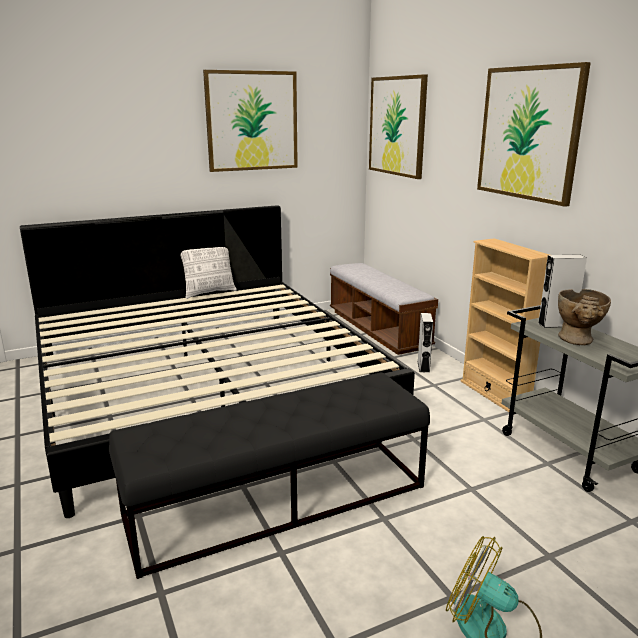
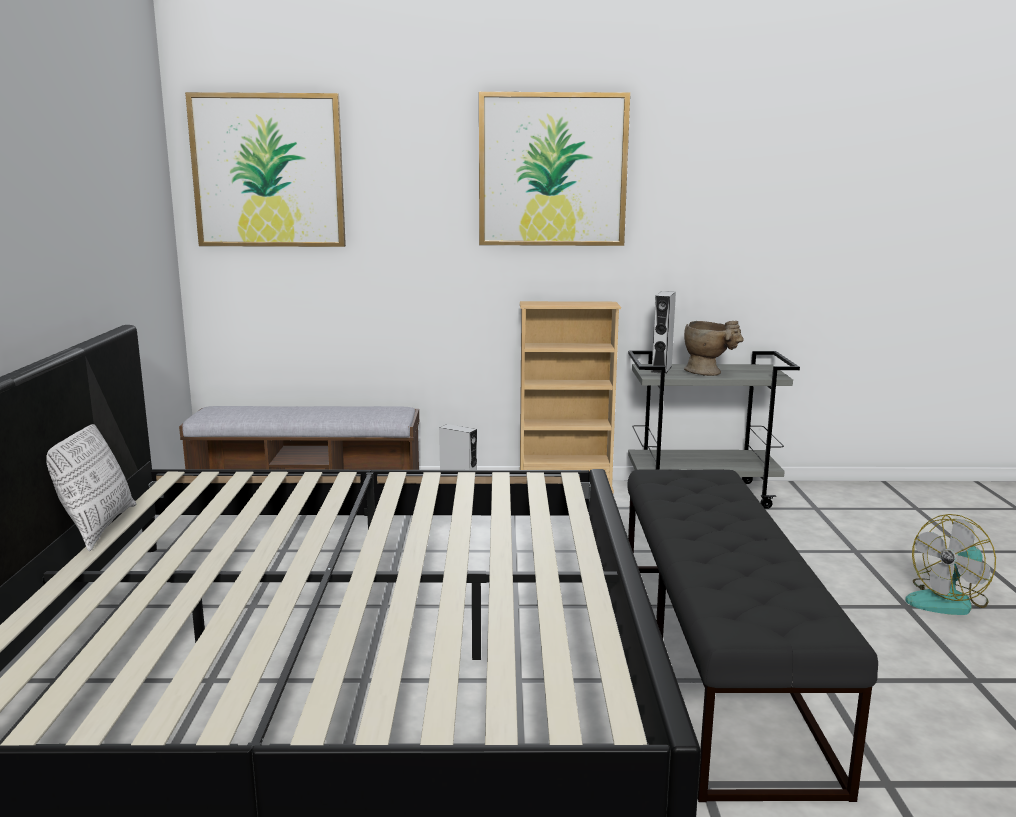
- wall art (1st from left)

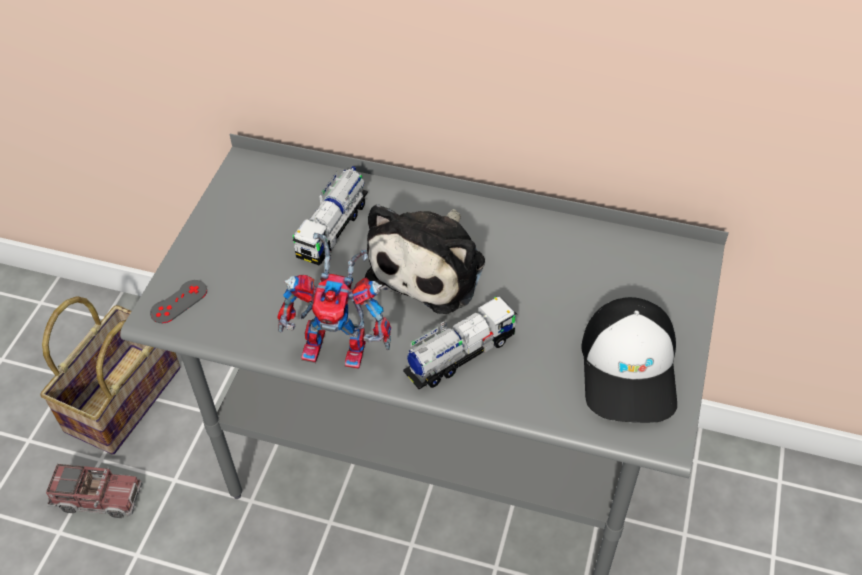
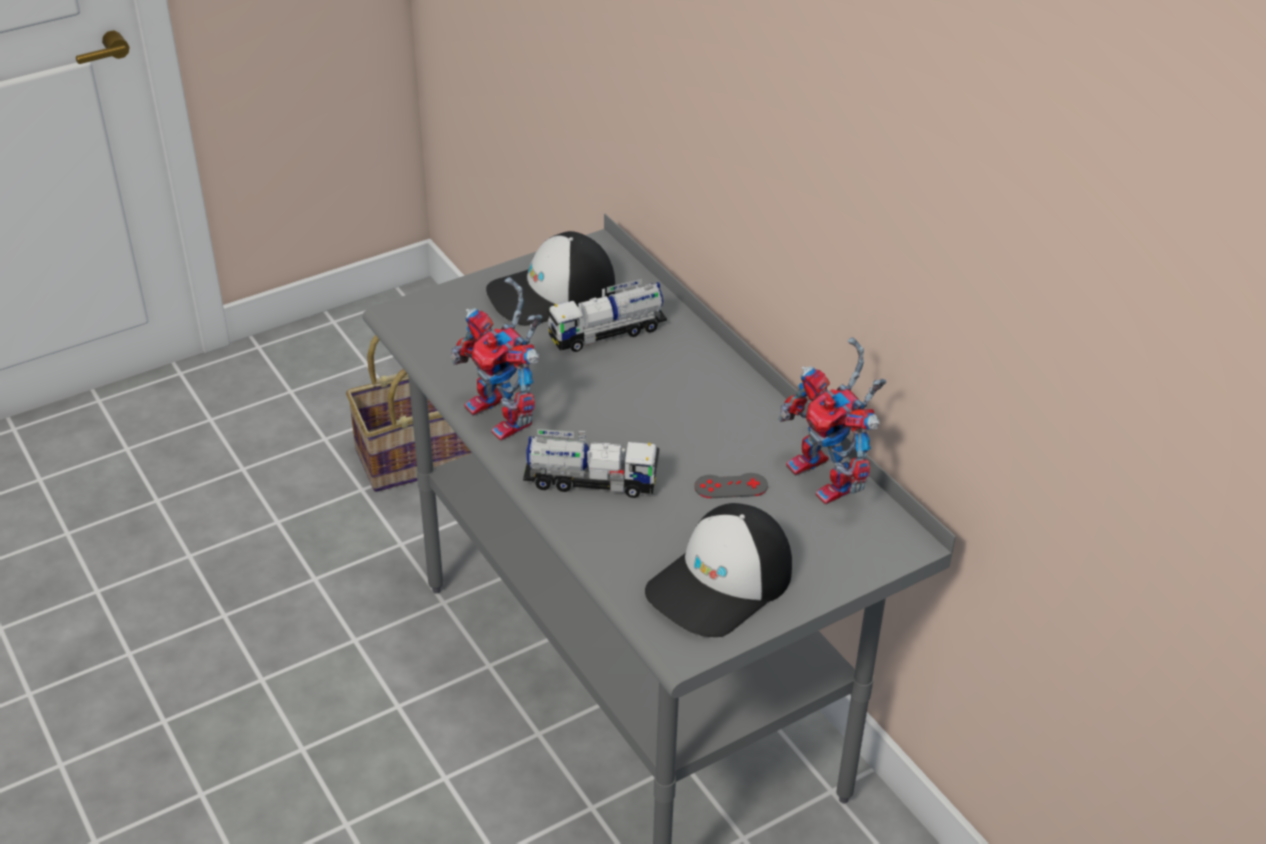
- toy truck (1st from left)
~ grey game controller
- plush toy
+ cap (1st from left)
+ robot figure (2nd from left)

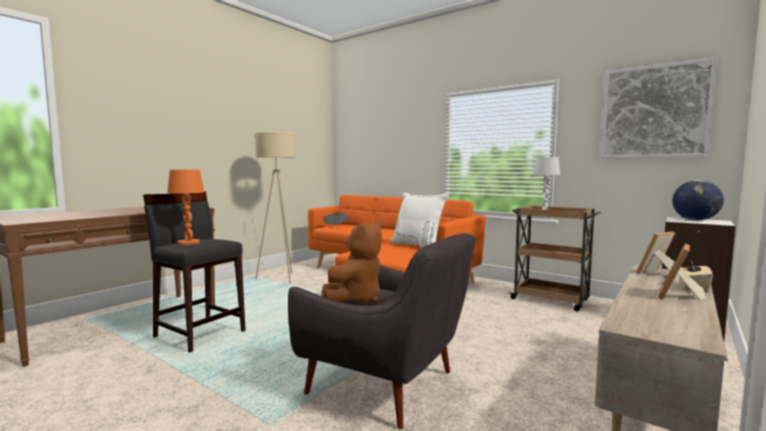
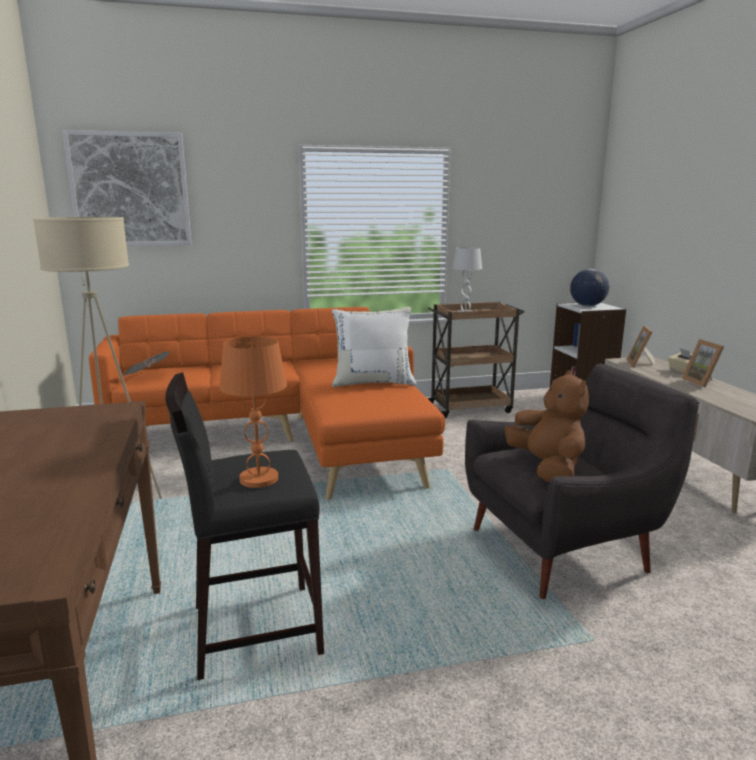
~ wall art

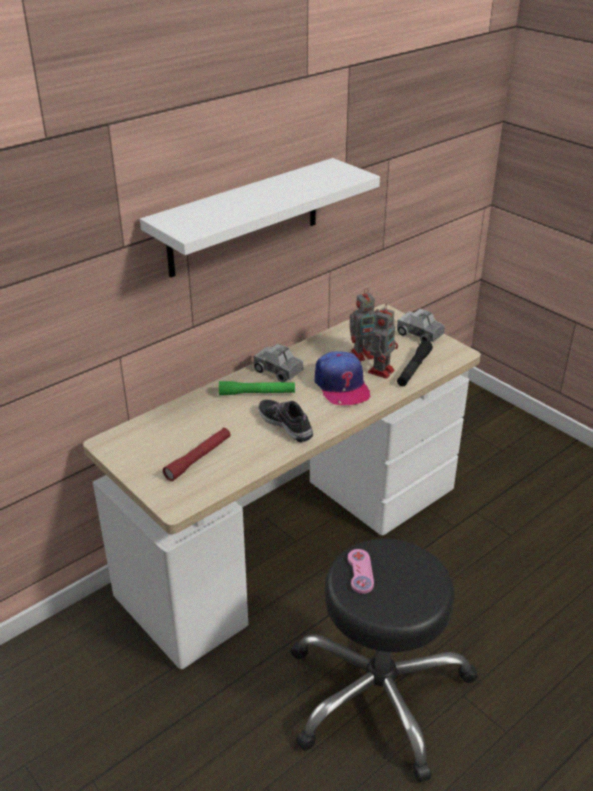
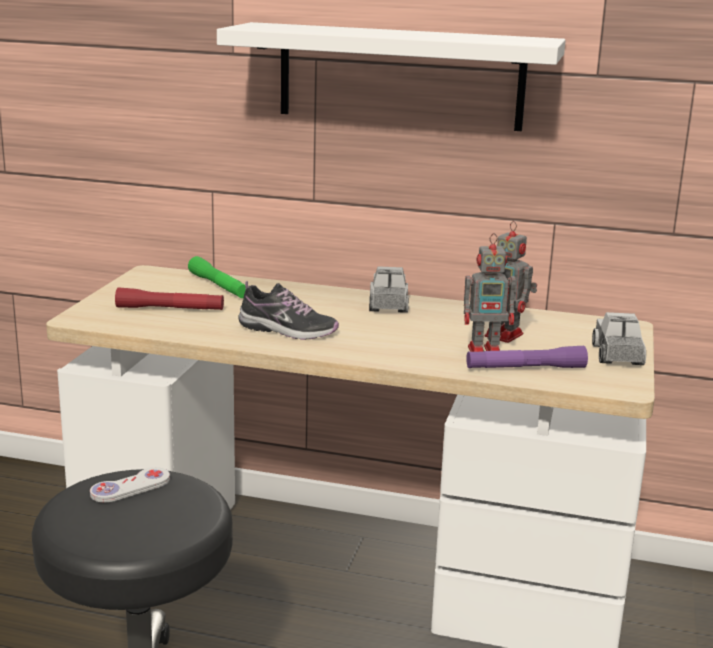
~ green-coloured flashlight
~ item of footwear 90 degrees clockwise
- cap
~ pinkish game controller to white-coloured game controller
~ black-coloured flashlight to purplish flashlight

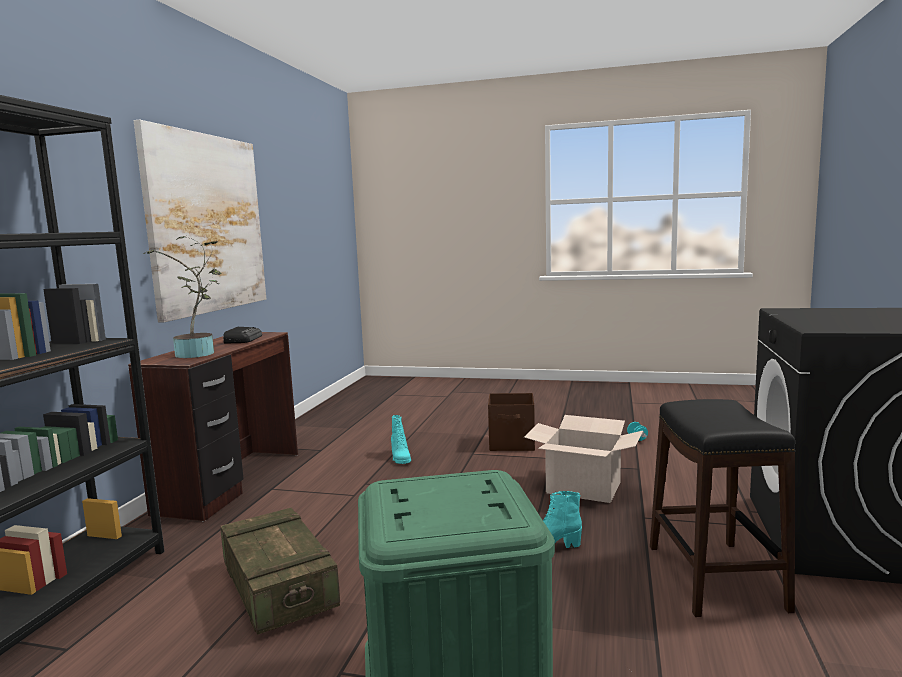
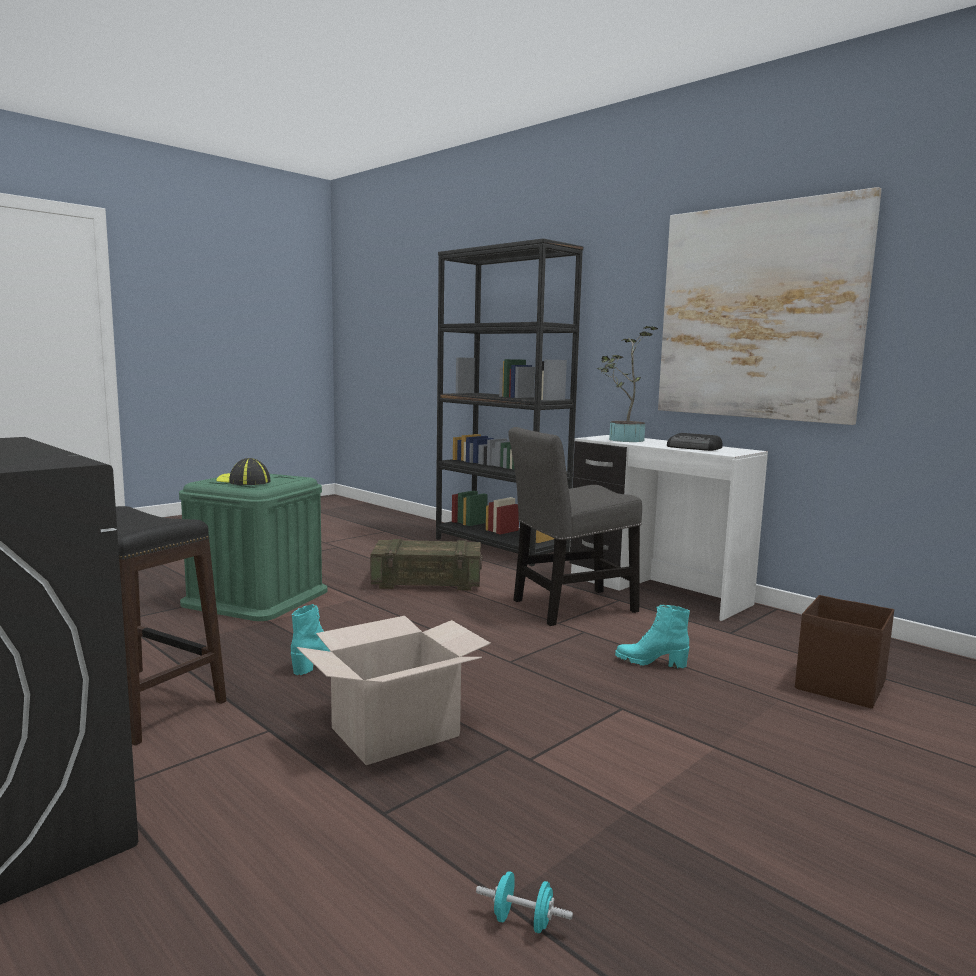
~ brownish desk table to white-coloured desk table
~ brownish storage bin
+ cap
+ grey chair

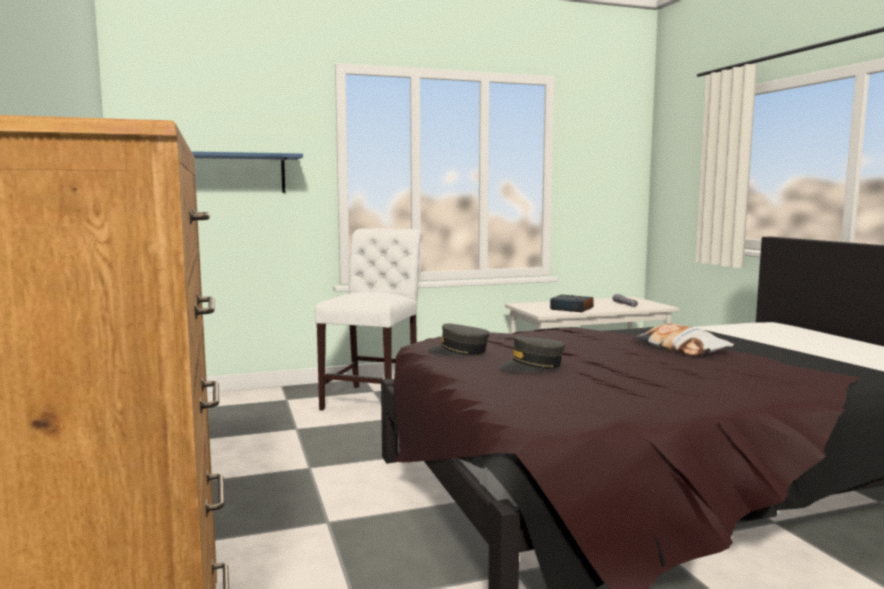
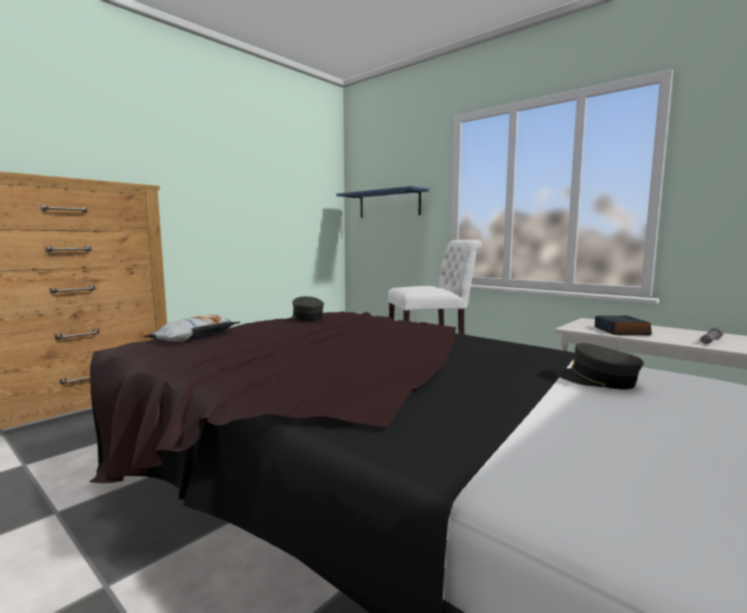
~ grey cap (2nd from left)
~ cushion

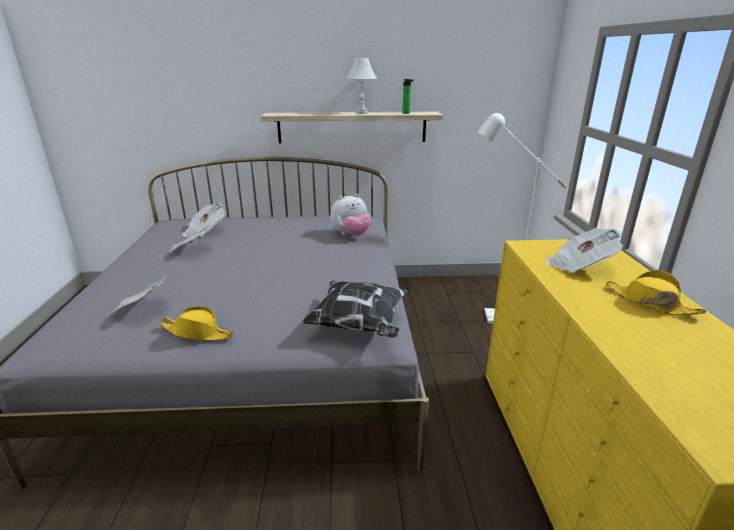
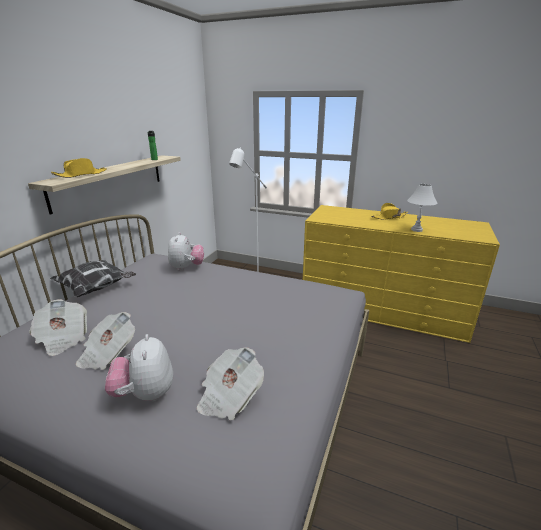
~ yellowish hat (1st from left)
~ cushion
~ white-coloured lamp for a table
- newspaper (4th from left)
+ plush toy (1st from left)

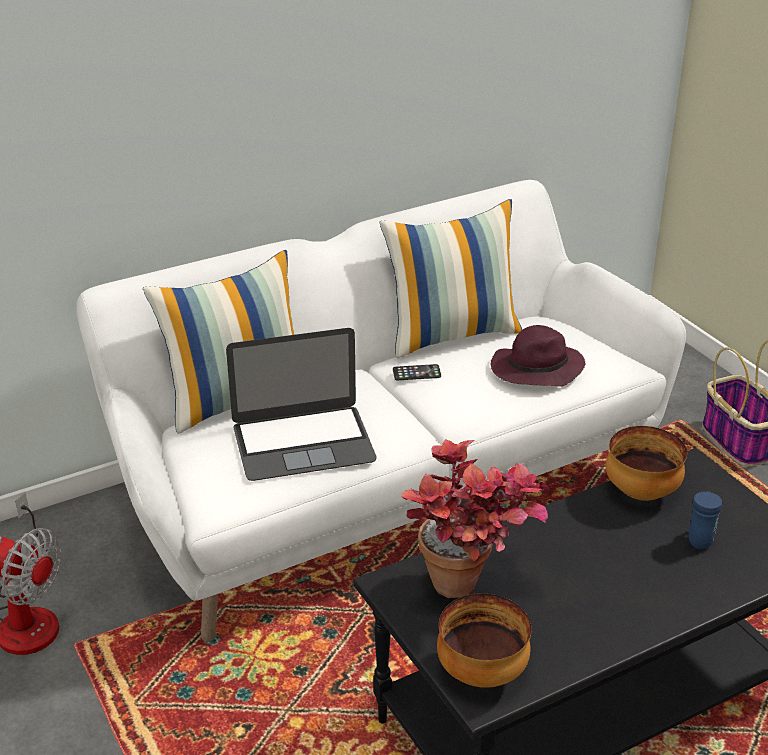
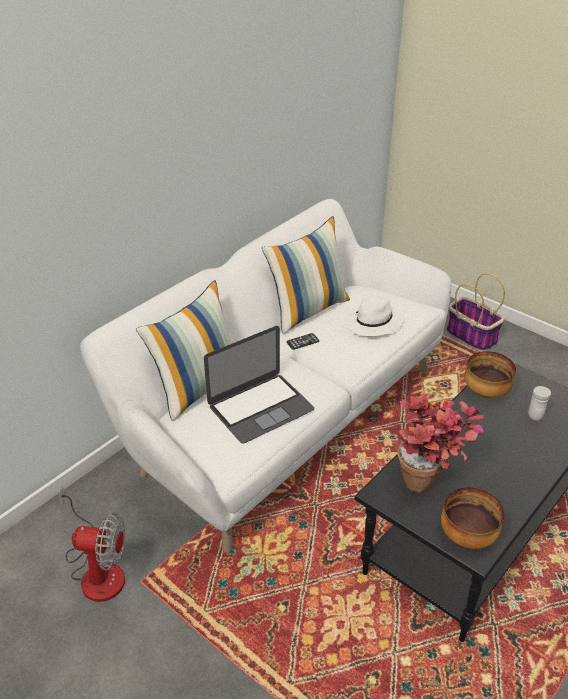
~ purplish hat to white-coloured hat
~ blue-coloured tea mug to white-coloured tea mug

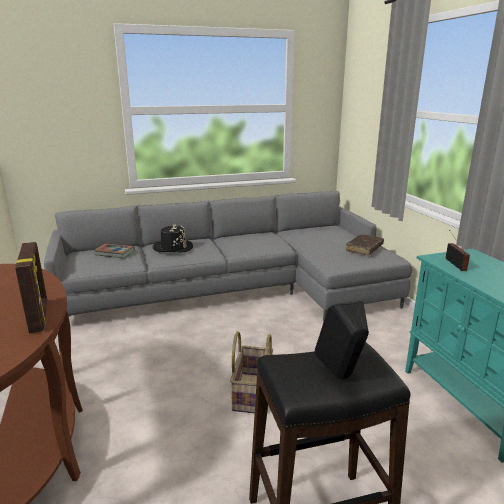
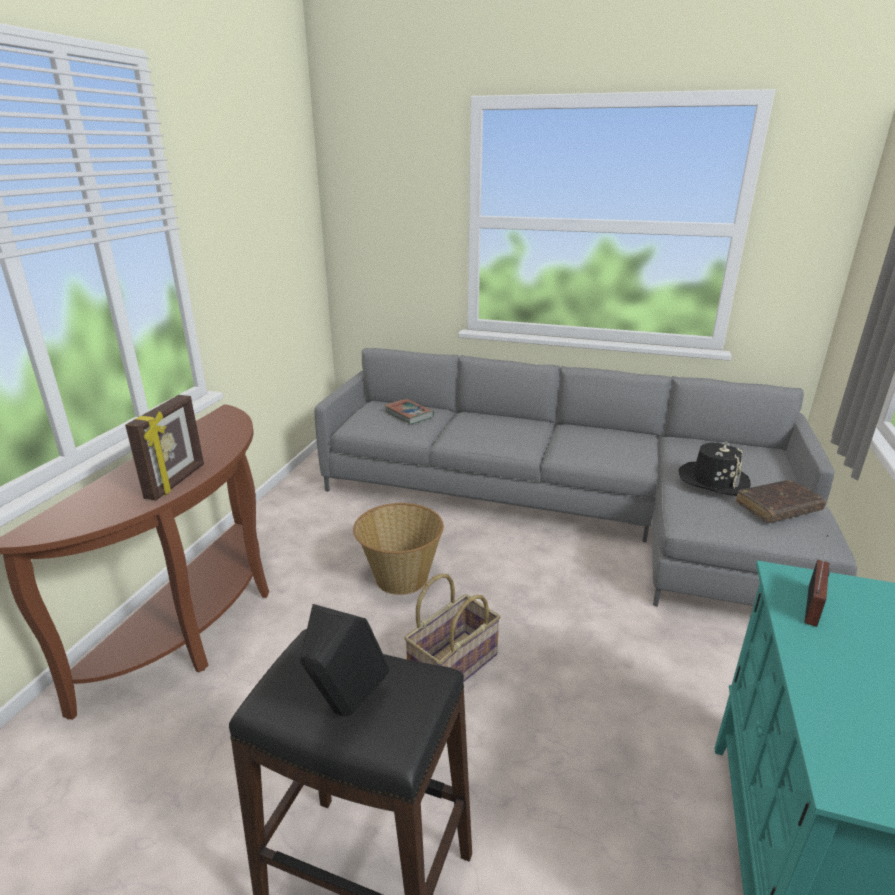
~ black-coloured hat
+ storage basket (1st from left)

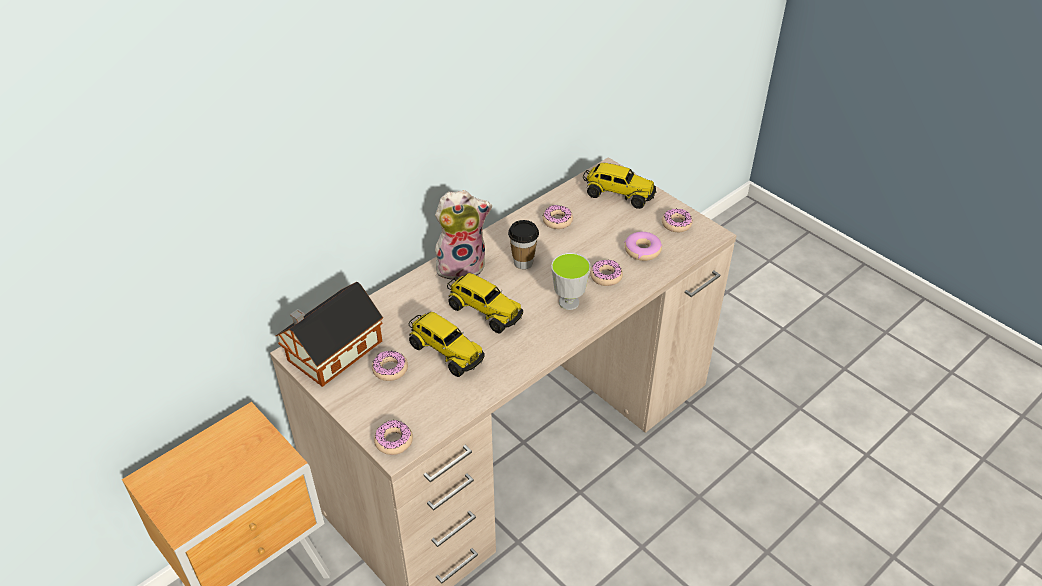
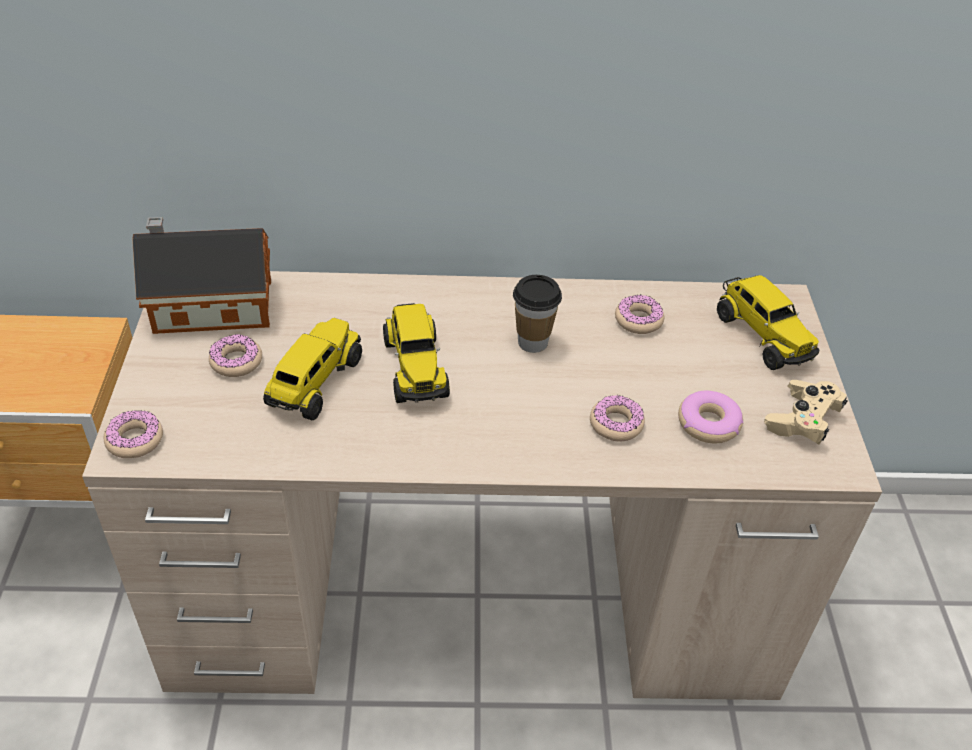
~ toy truck (1st from left) 150 degrees counterclockwise
- plush toy
- cup (2nd from left)
~ doughnut (6th from left) to sand-coloured game controller

